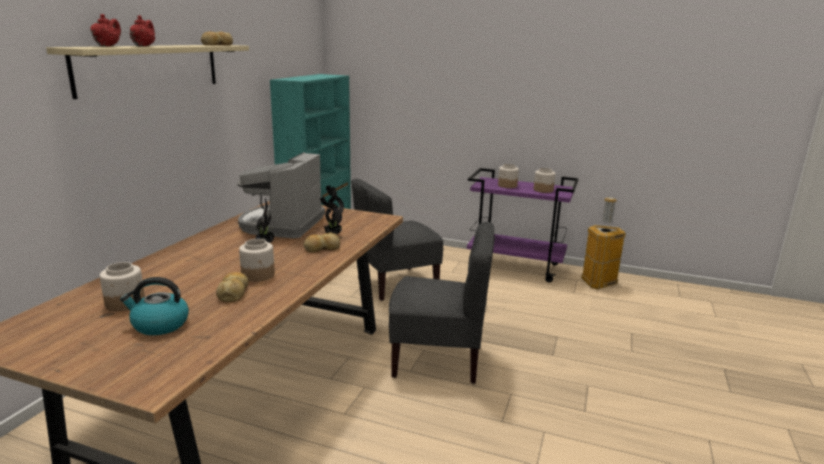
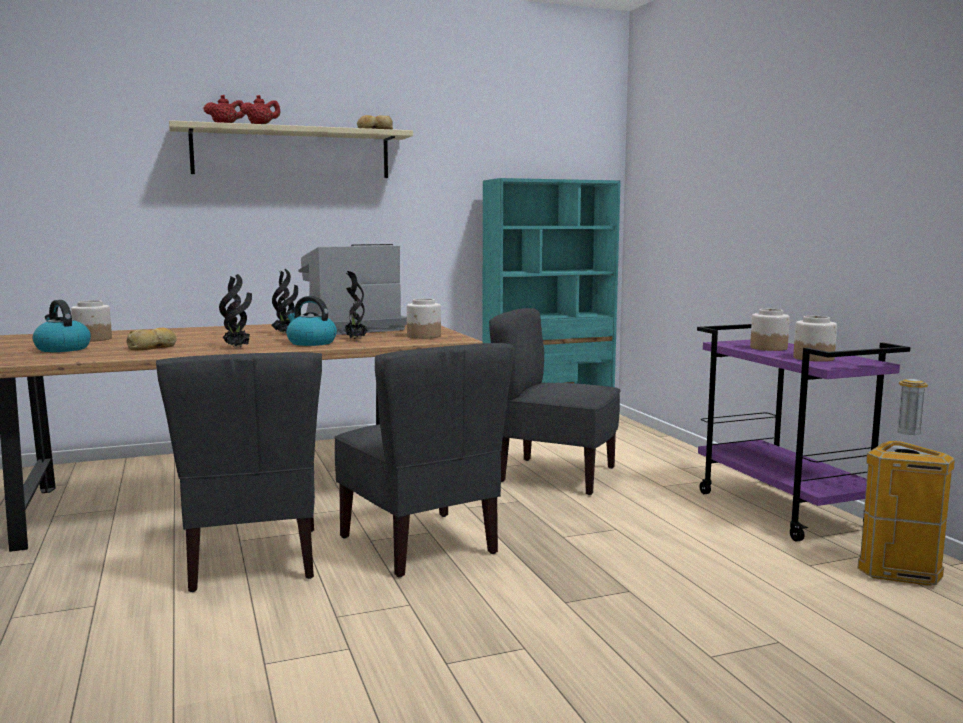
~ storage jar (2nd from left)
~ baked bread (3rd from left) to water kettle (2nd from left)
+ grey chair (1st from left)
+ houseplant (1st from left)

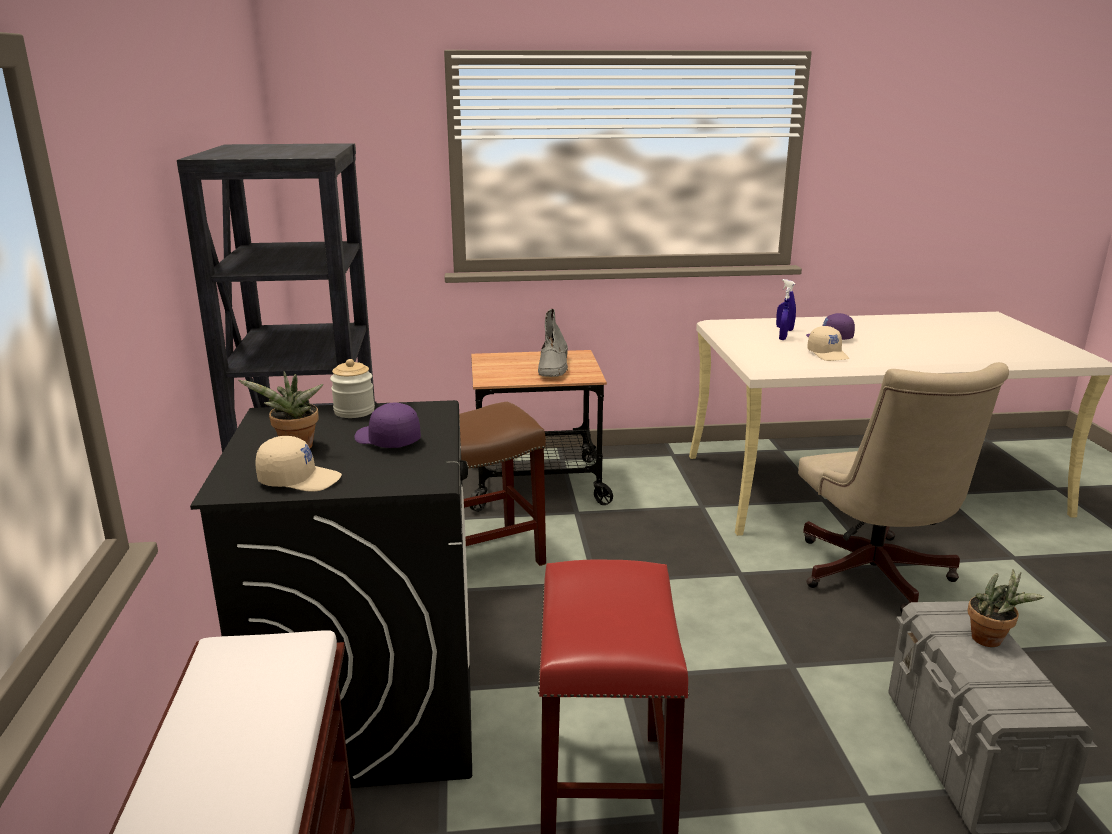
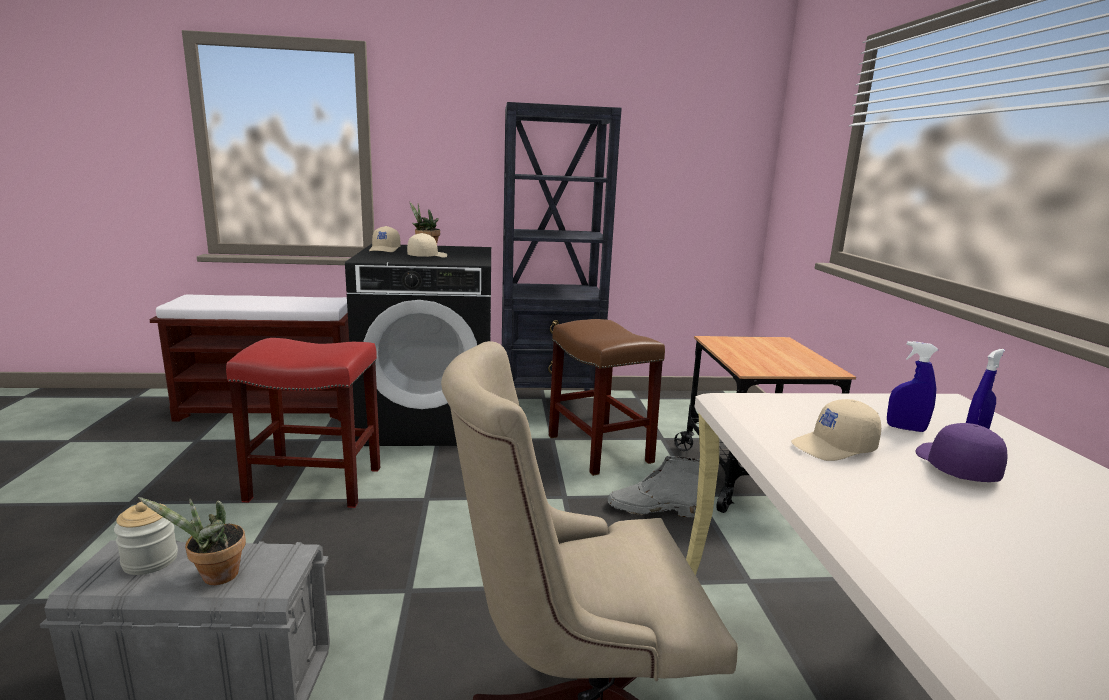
~ storage jar
~ purplish cap (1st from left) to sand-coloured cap (2nd from left)
~ grey boot

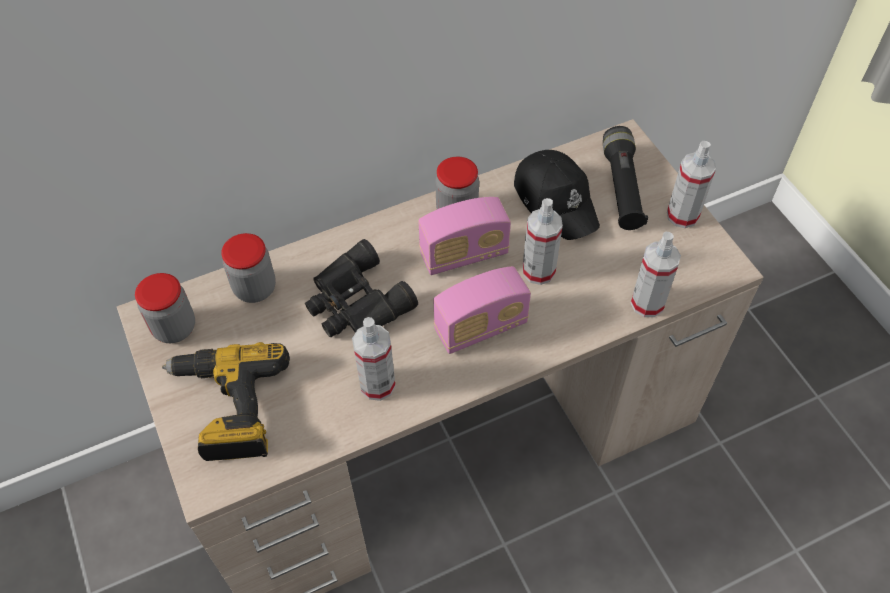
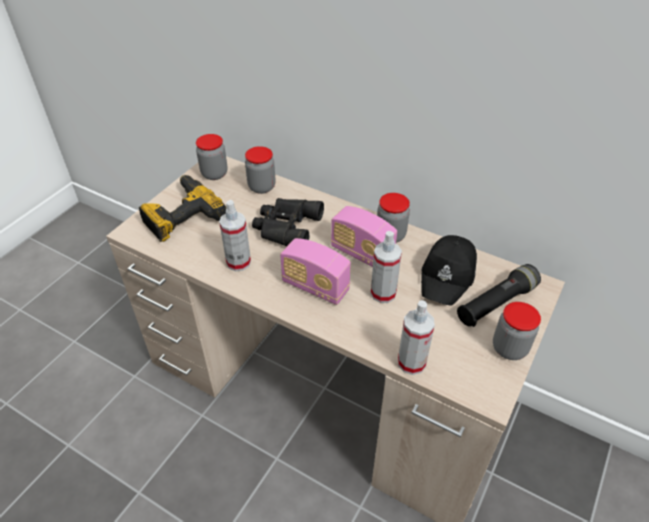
~ sprayer (4th from left) to storage jar (4th from left)

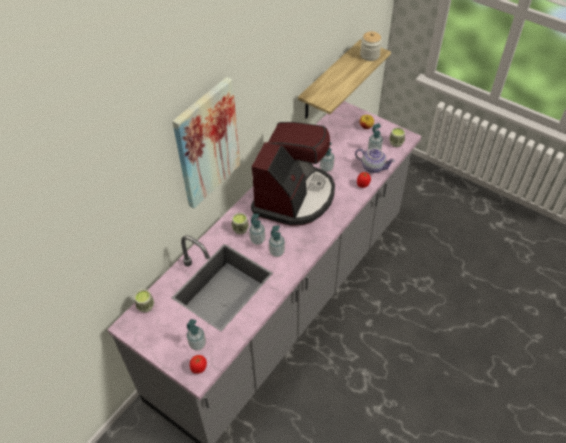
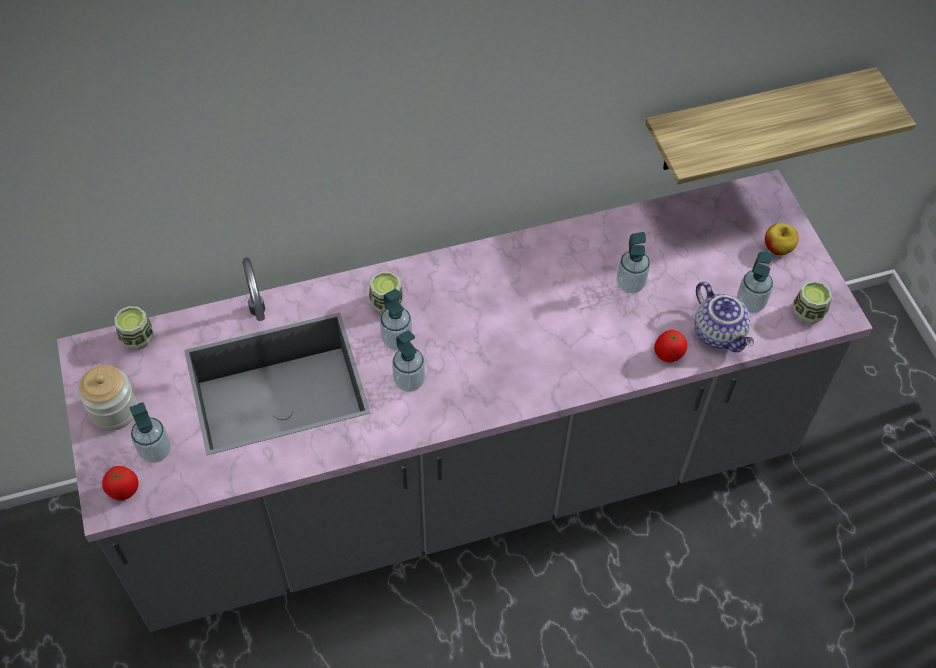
- wall art
- coffee brewer
~ storage jar

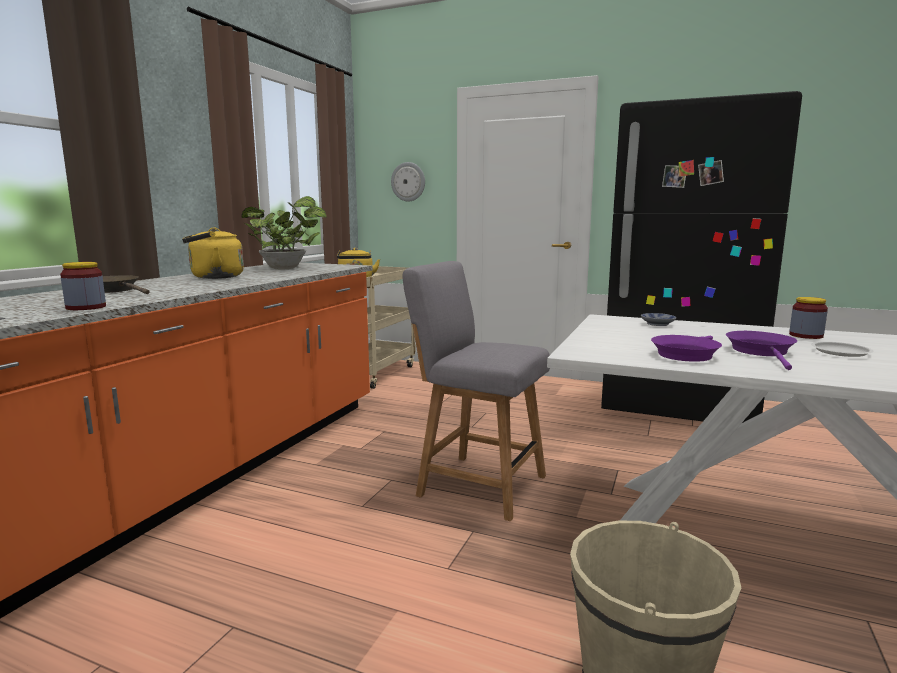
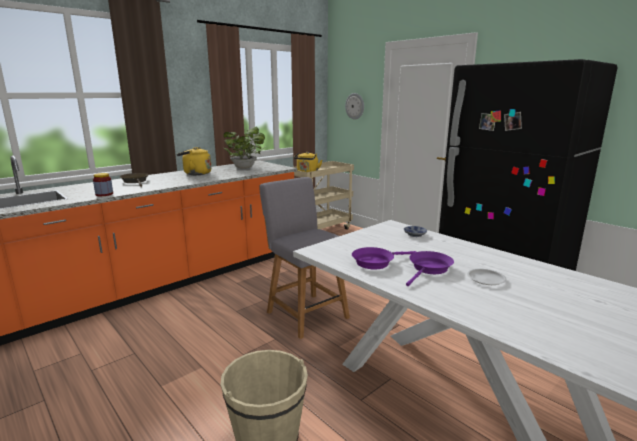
- storage jar (2nd from left)

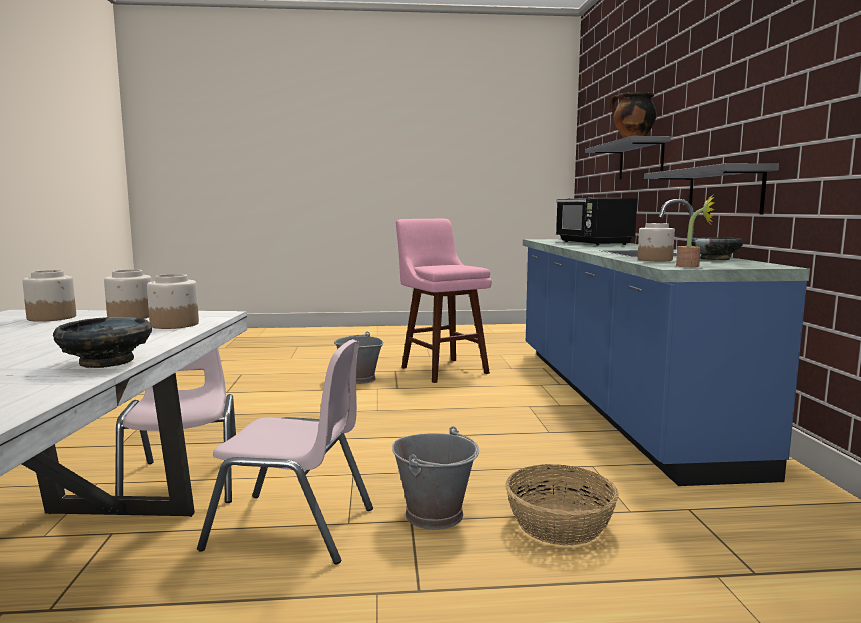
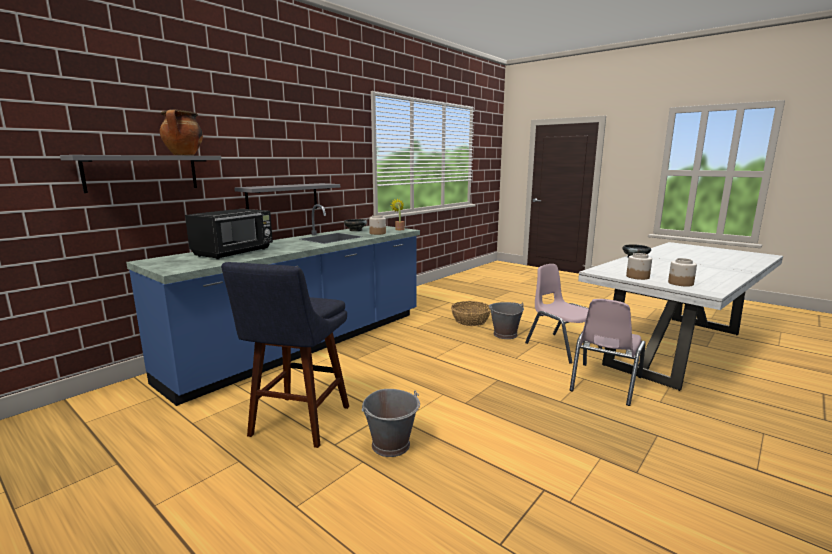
- storage jar (3rd from left)
~ pinkish sitting stool to blue-coloured sitting stool

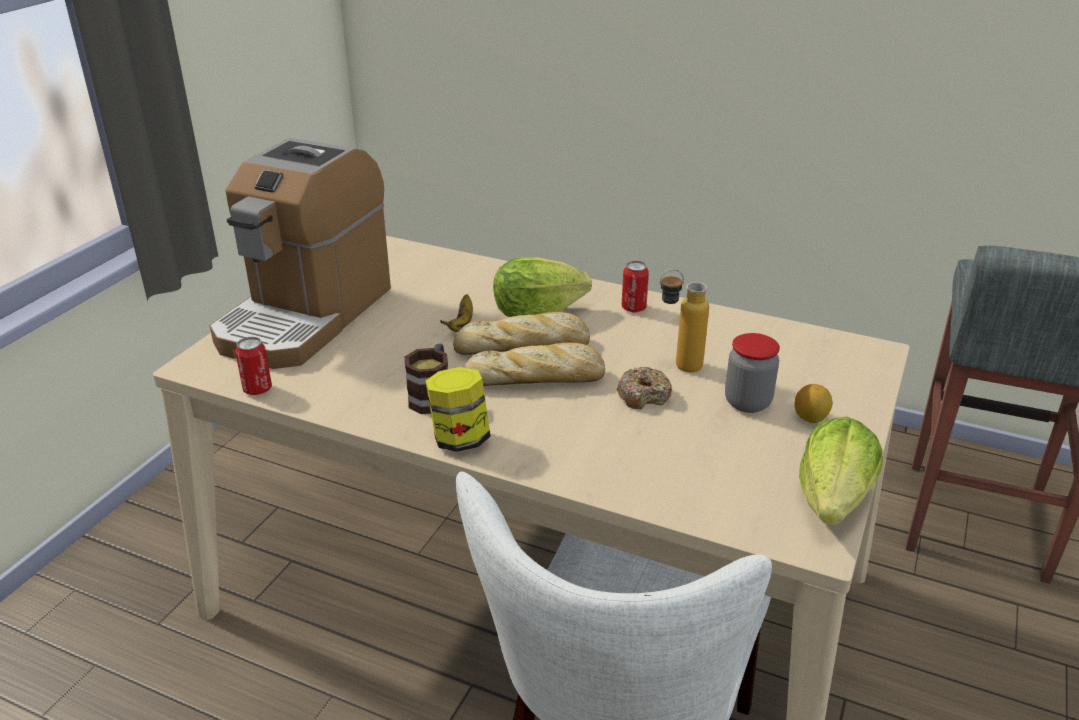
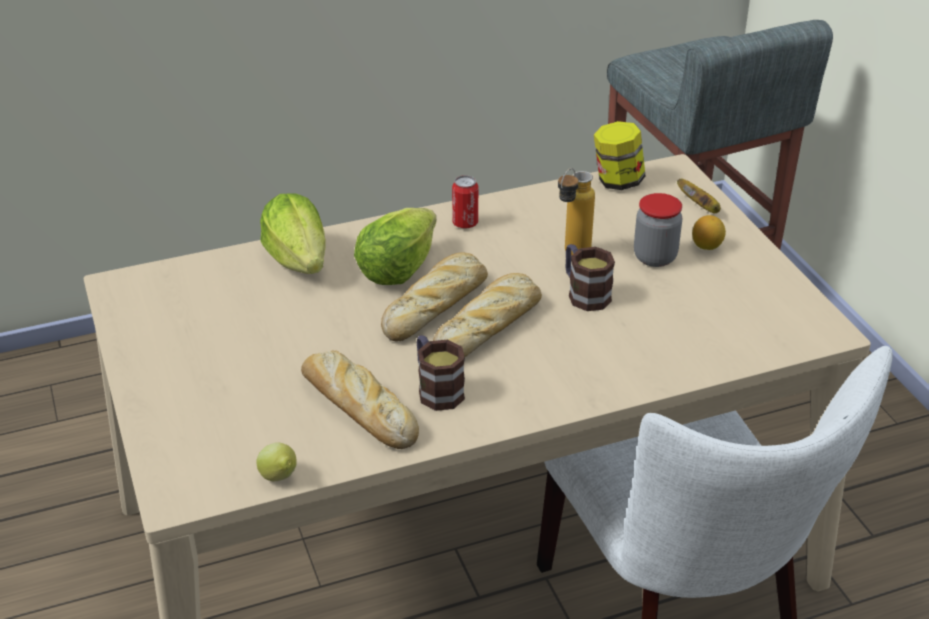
- coffee brewer
~ can (1st from left) to citrus fruit (1st from left)
~ storage jar (1st from left)
~ whole banana
~ doughnut to tea mug (2nd from left)
~ lettuce (2nd from left in the first image) to lettuce (1st from left)
+ baked bread (1st from left)

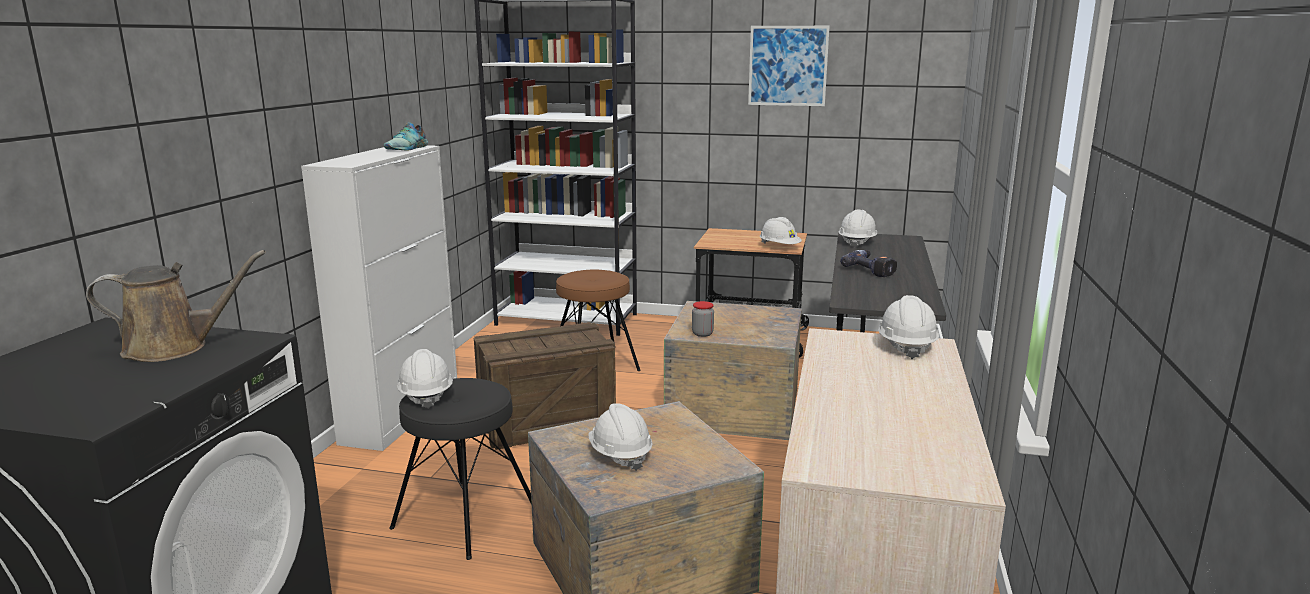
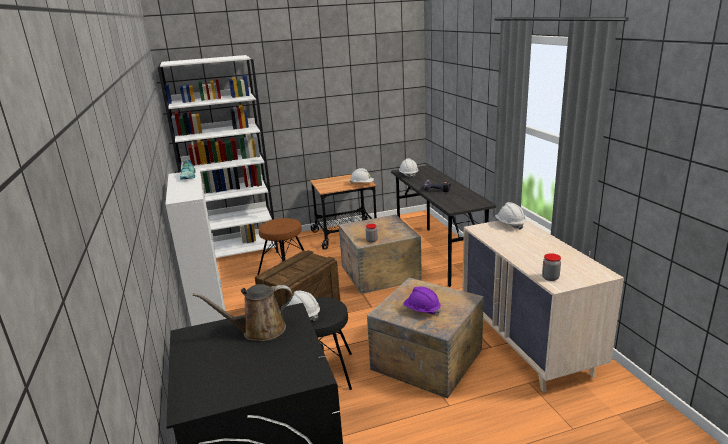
~ brownish watering pot 150 degrees counterclockwise
~ white-coloured hard hat (2nd from left) to purplish hard hat
- wall art
+ storage jar (2nd from left)

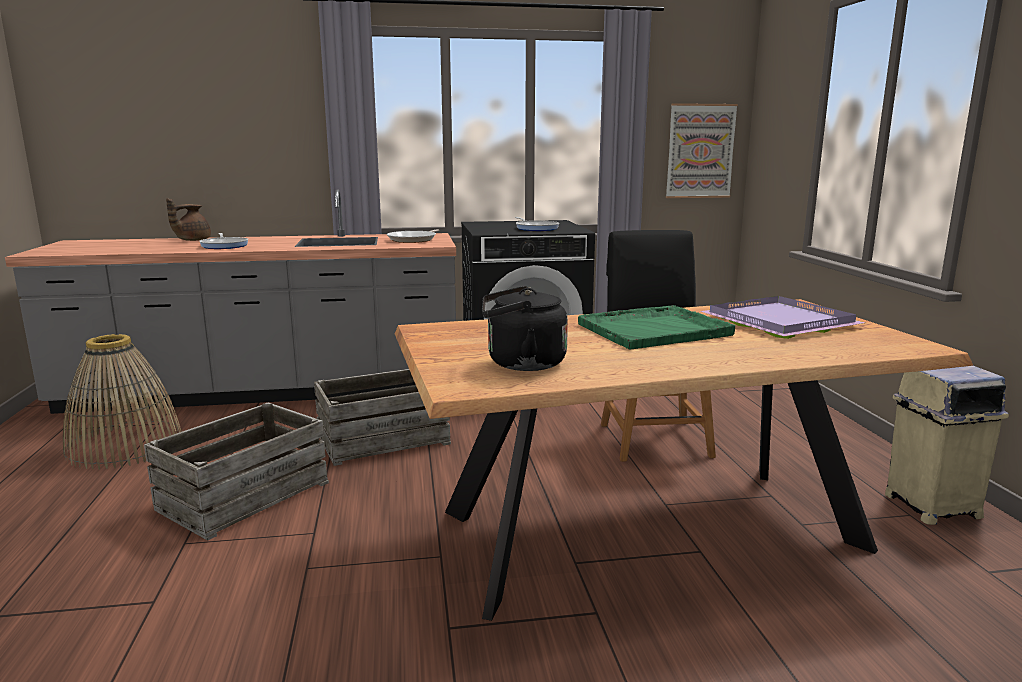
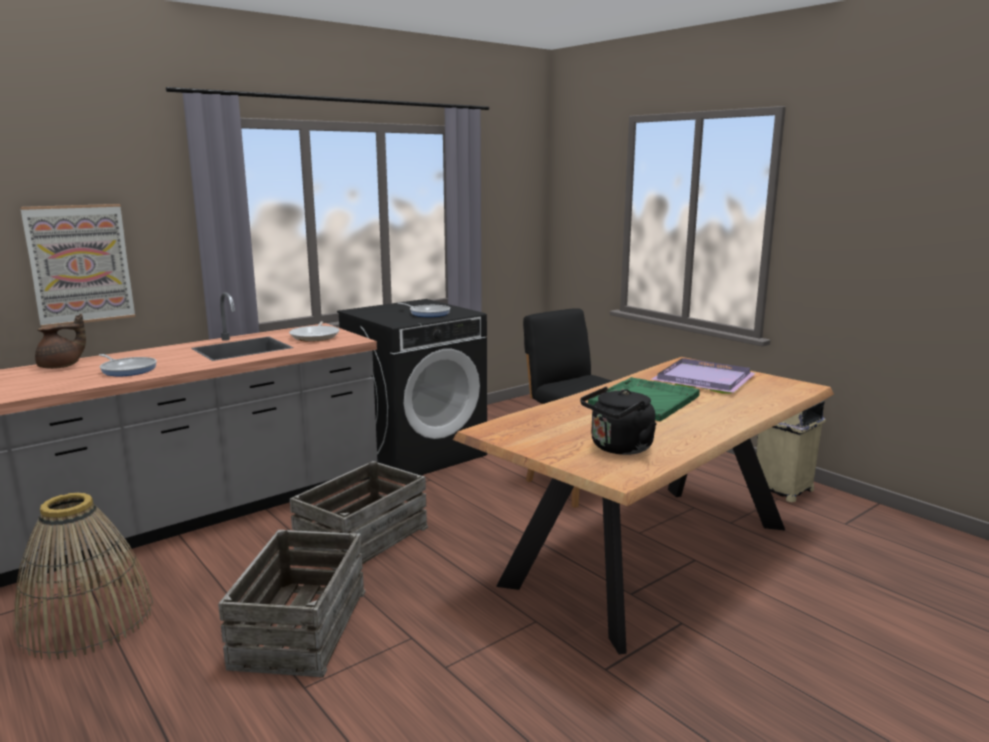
~ brownish teapot 135 degrees counterclockwise
~ wall art

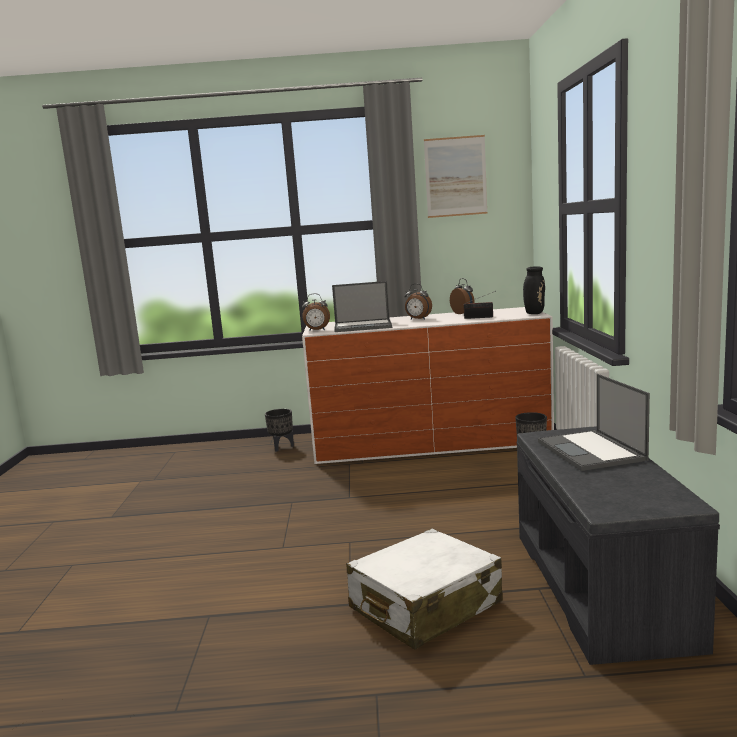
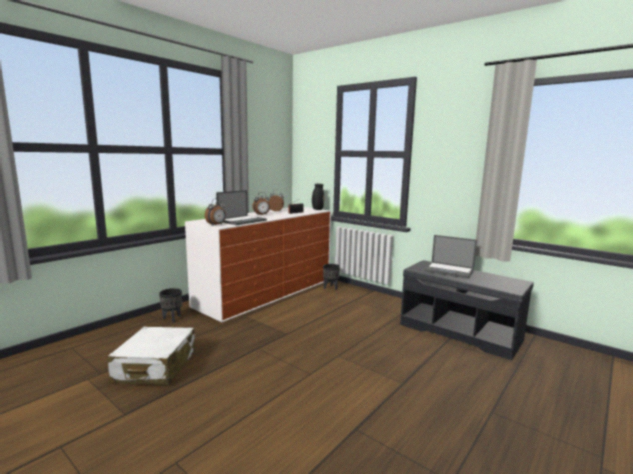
~ white-coloured travel case
- wall art

